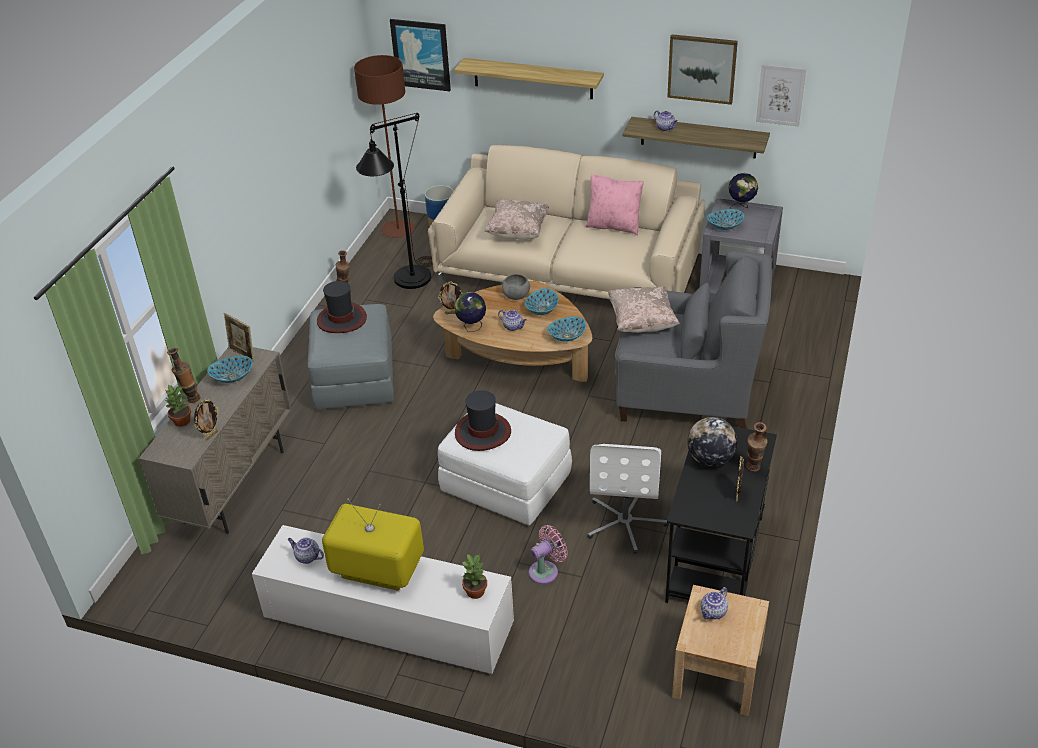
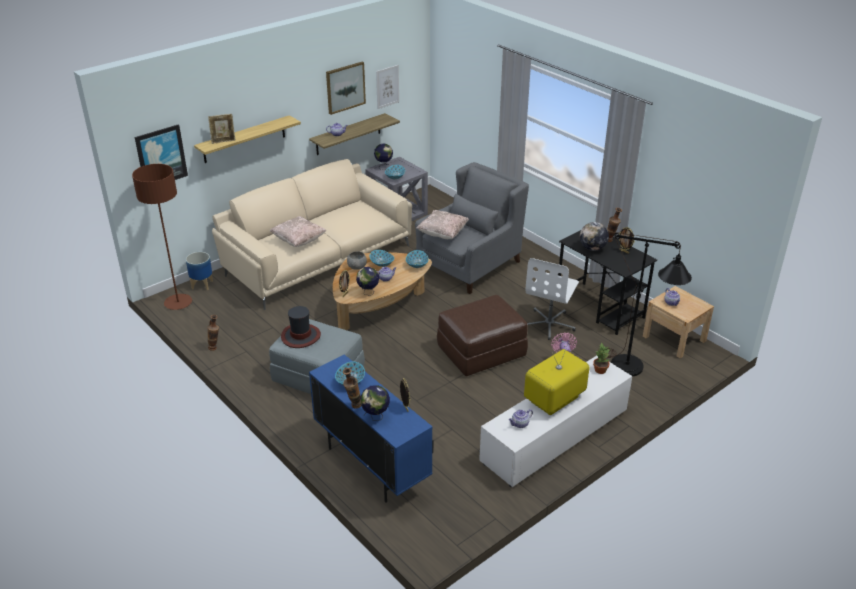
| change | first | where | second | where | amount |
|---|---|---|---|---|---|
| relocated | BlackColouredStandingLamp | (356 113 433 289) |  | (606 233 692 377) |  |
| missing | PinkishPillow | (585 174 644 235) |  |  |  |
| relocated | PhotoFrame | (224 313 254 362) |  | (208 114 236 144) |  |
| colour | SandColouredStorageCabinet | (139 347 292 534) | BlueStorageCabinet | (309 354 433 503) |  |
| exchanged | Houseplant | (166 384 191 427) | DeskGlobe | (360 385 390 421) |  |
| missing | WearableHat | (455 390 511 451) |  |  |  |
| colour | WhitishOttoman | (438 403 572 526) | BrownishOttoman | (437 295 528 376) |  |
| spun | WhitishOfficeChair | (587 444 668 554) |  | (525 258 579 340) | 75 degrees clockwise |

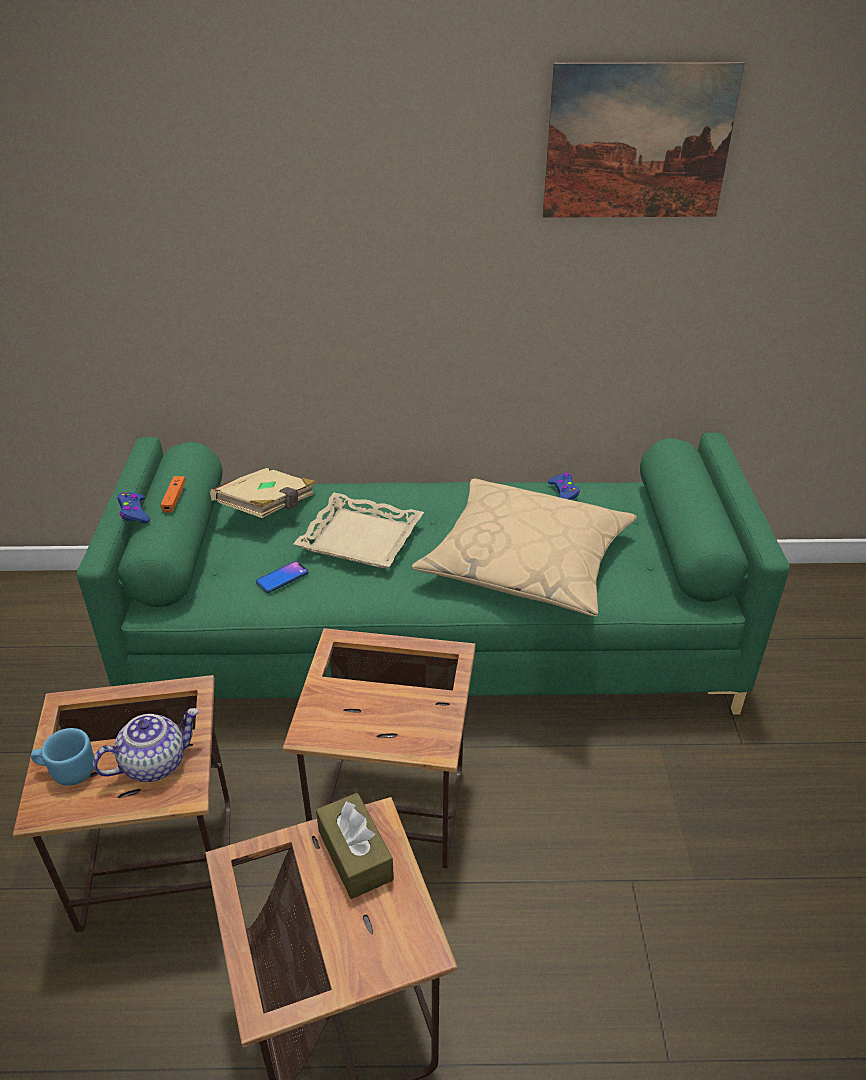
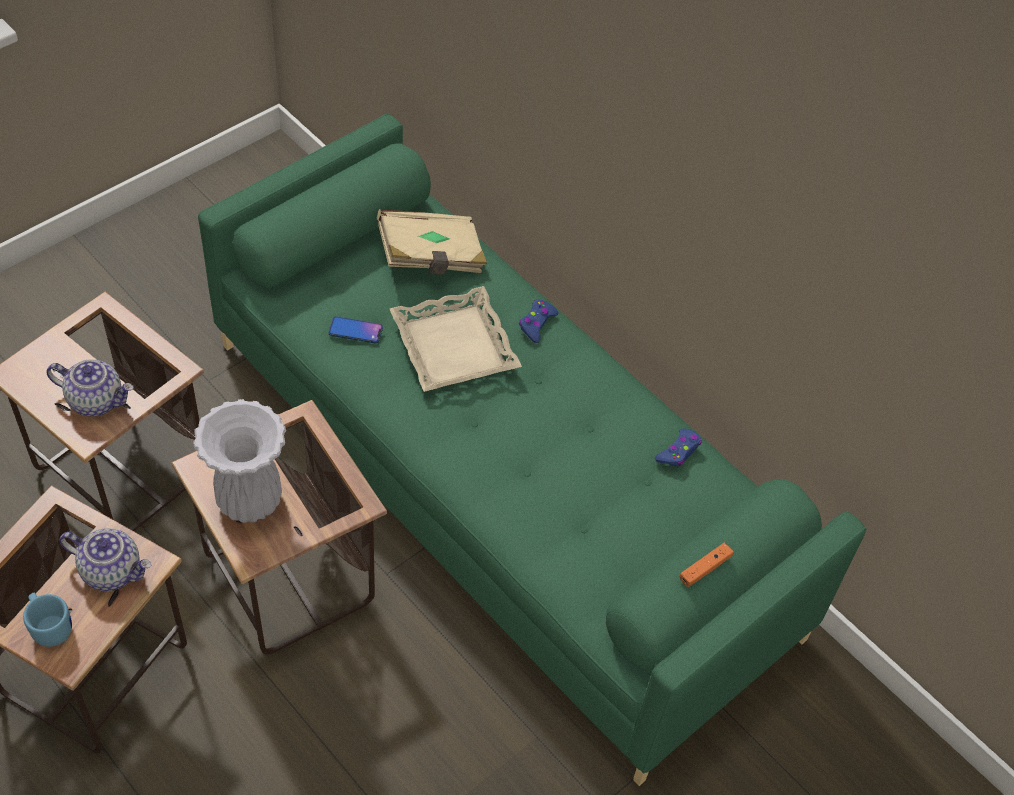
| change | first | where | second | where | amount |
|---|---|---|---|---|---|
| missing | WallPicture | (542 62 745 218) |  |  |  |
| relocated | OrangeyGameController | (160 476 186 513) |  | (680 543 734 587) |  |
| missing | SandColouredPillow | (412 479 637 616) |  |  |  |
| relocated | BlueGameController | (117 492 150 523) |  | (519 299 559 343) |  |
| relocated | BlueTeaMug | (31 728 94 786) |  | (23 592 72 647) |  |
| exchanged | BrownishTissueHolder | (316 793 394 899) | TeaPot | (60 528 151 591) |  |
| appeared |  |  | WhitishDecorativeVase | (193 399 286 523) |  |

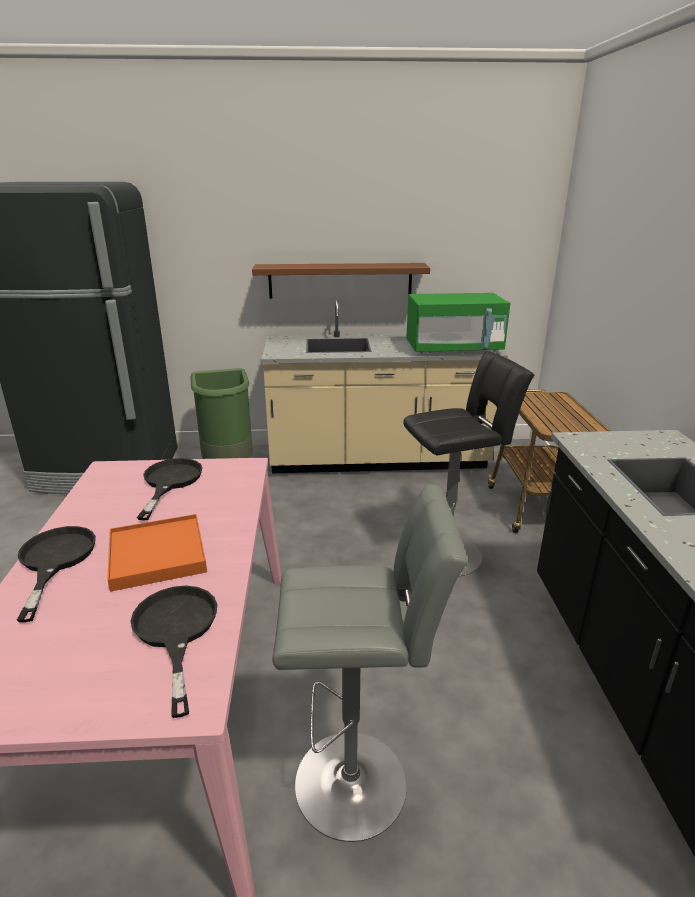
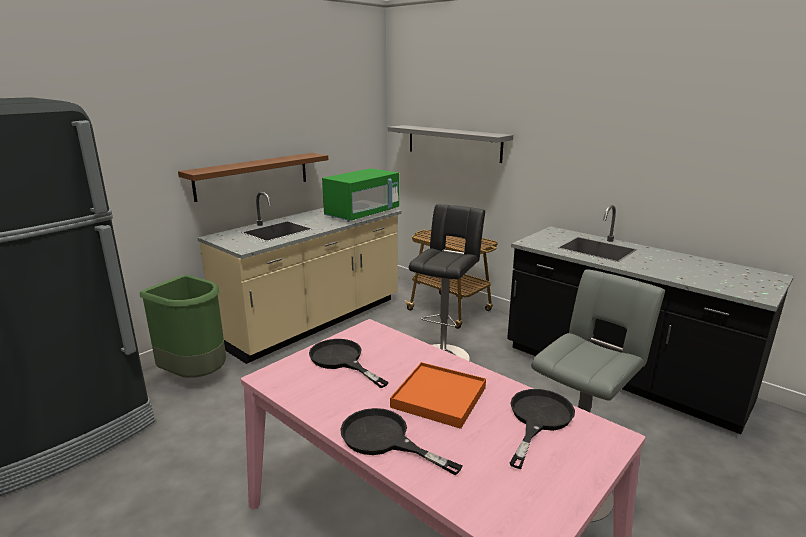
| change | first | where | second | where | amount |
|---|---|---|---|---|---|
| spun | BlackColouredFryingPan | (130 586 217 718) |  | (510 389 575 469) | 90 degrees clockwise |
| appeared |  |  | GrayWallShelf | (388 125 513 163) |  |

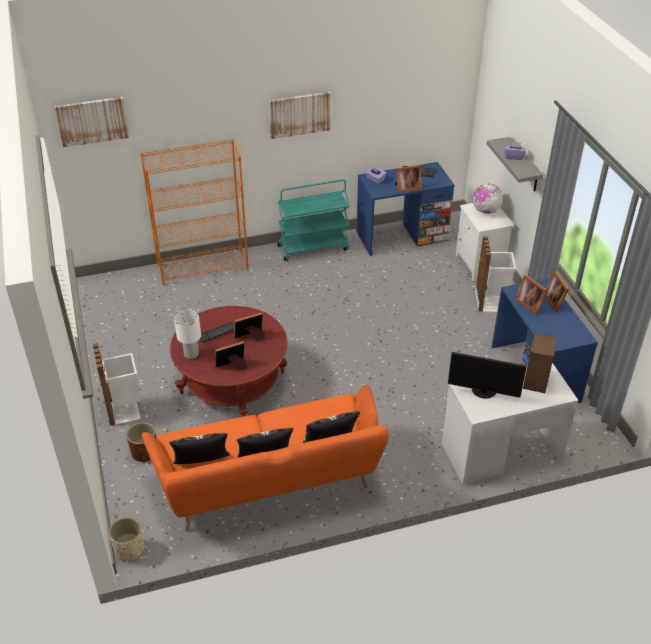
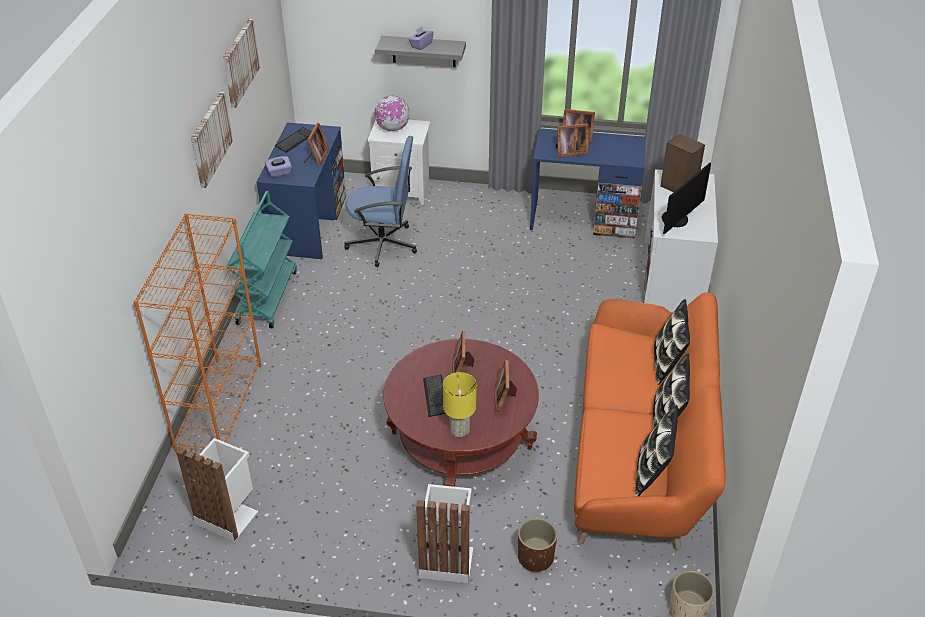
| change | first | where | second | where | amount |
|---|---|---|---|---|---|
| relocated | WallPicture | (54 97 129 147) |  | (223 19 260 108) |  |
| relocated | WhitishTrashCan | (475 236 516 312) |  | (176 438 258 541) |  |
| colour | WhitishLampForATable | (174 310 201 359) | YellowColouredLampForATable | (443 372 477 437) |  |
| appeared |  |  | BlueOfficeChair | (344 136 417 267) |  |

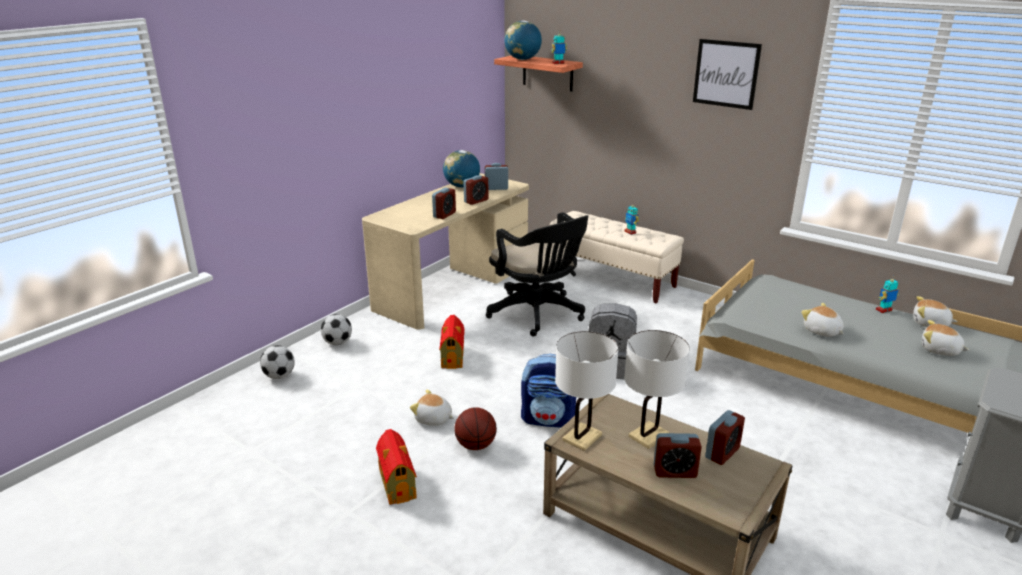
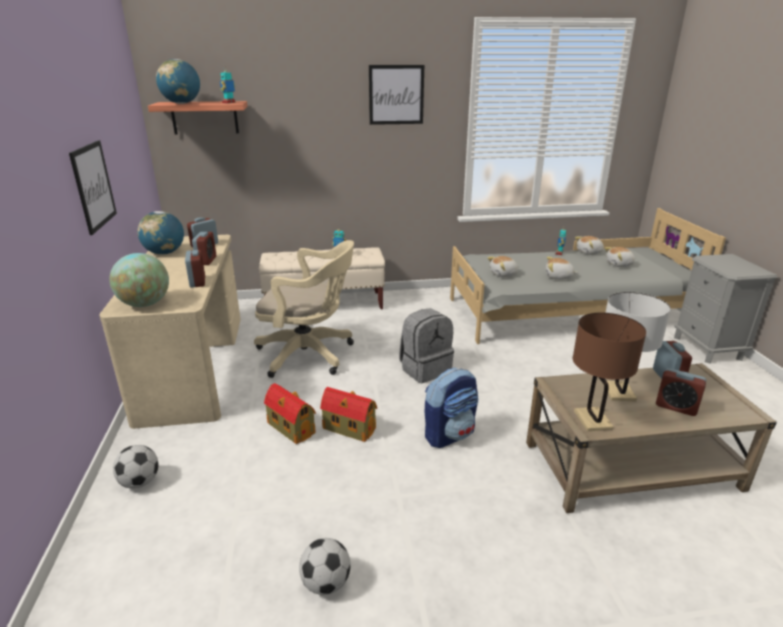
| change | first | where | second | where | amount |
|---|---|---|---|---|---|
| colour | BlackColouredOfficeChair | (486 212 589 337) | SandColouredOfficeChair | (254 240 354 378) |  |
| colour | WhitishLampForATable | (555 331 619 451) | BrownishLampForATable | (573 313 646 431) |  |
| relocated | Football | (260 345 295 379) |  | (299 538 351 595) |  |
| relocated | SoftToy | (410 389 454 426) |  | (488 256 519 277) |  |
| missing | BallForBasketball | (454 407 497 450) |  |  |  |
| relocated | ToyHouse | (376 429 417 505) |  | (320 387 377 442) |  |
| spun | AlarmClock | (654 433 702 478) |  | (656 368 706 416) | 75 degrees clockwise |
| appeared |  |  | WallPicture | (69 140 117 235) |  |
| appeared |  |  | DeskGlobe | (109 253 169 307) |  |

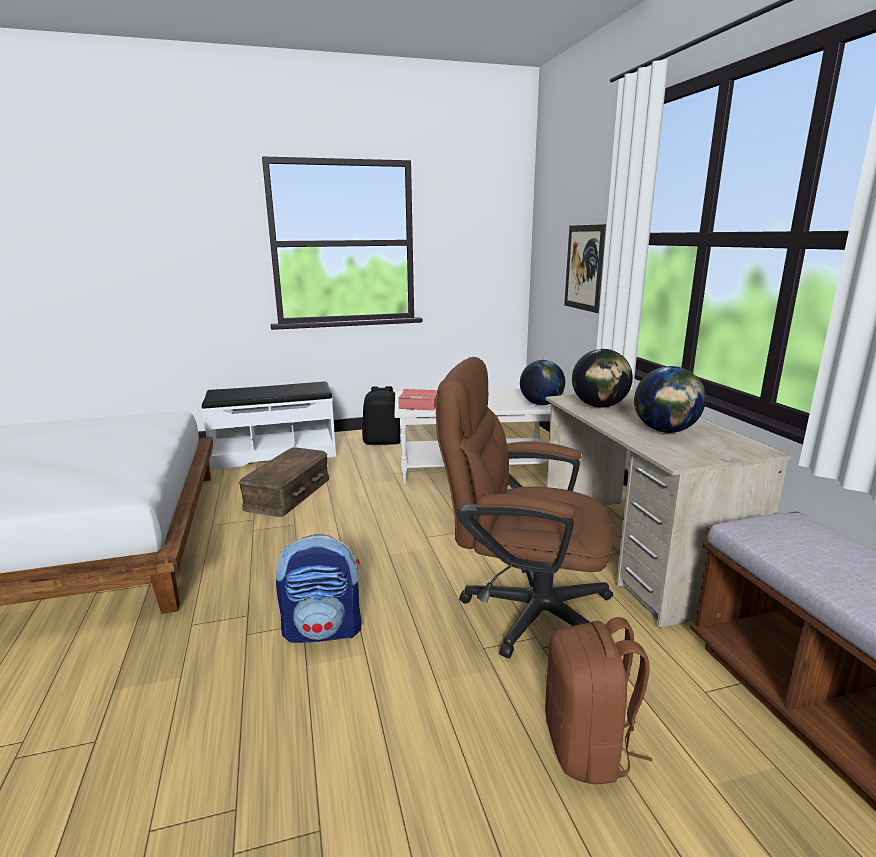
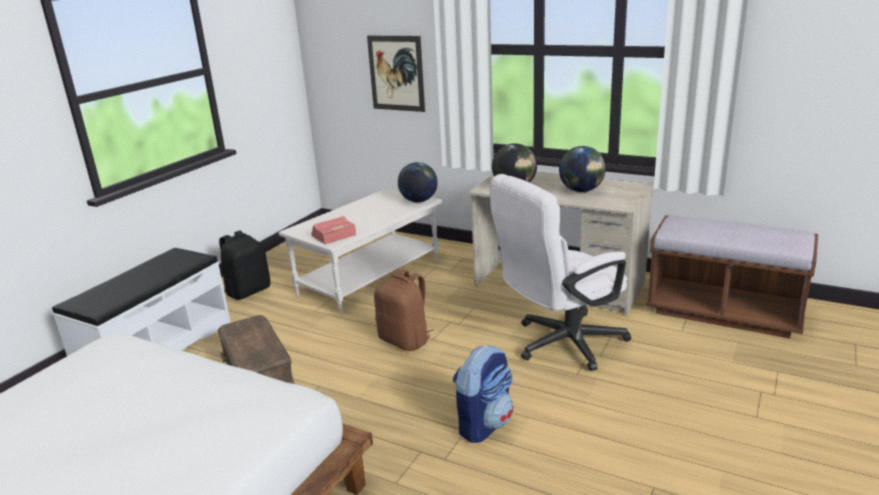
| change | first | where | second | where | amount |
|---|---|---|---|---|---|
| colour | BrownishOfficeChair | (436 357 613 658) | WhitishOfficeChair | (490 174 631 371) |  |
| relocated | BrownishKnapsack | (545 617 652 784) |  | (374 269 434 351) |  |

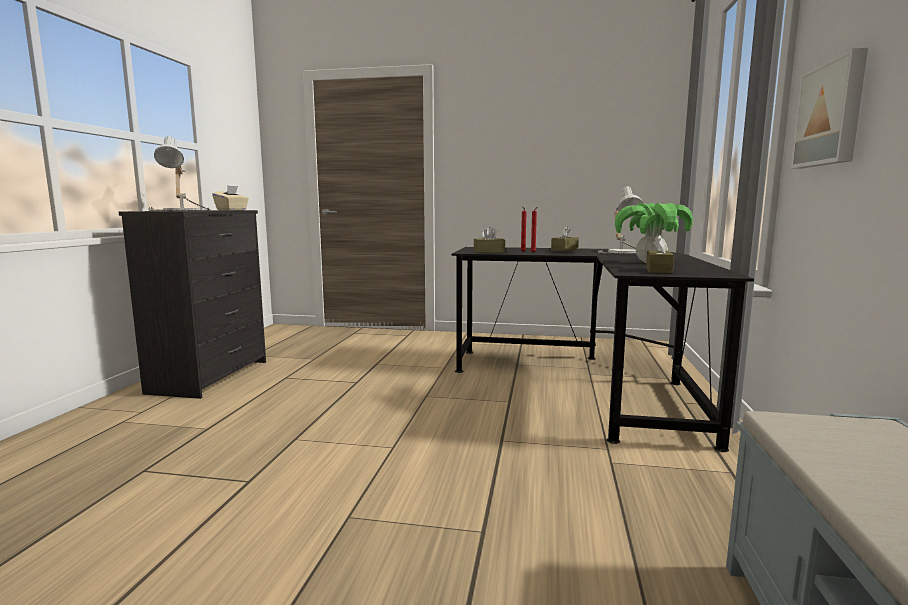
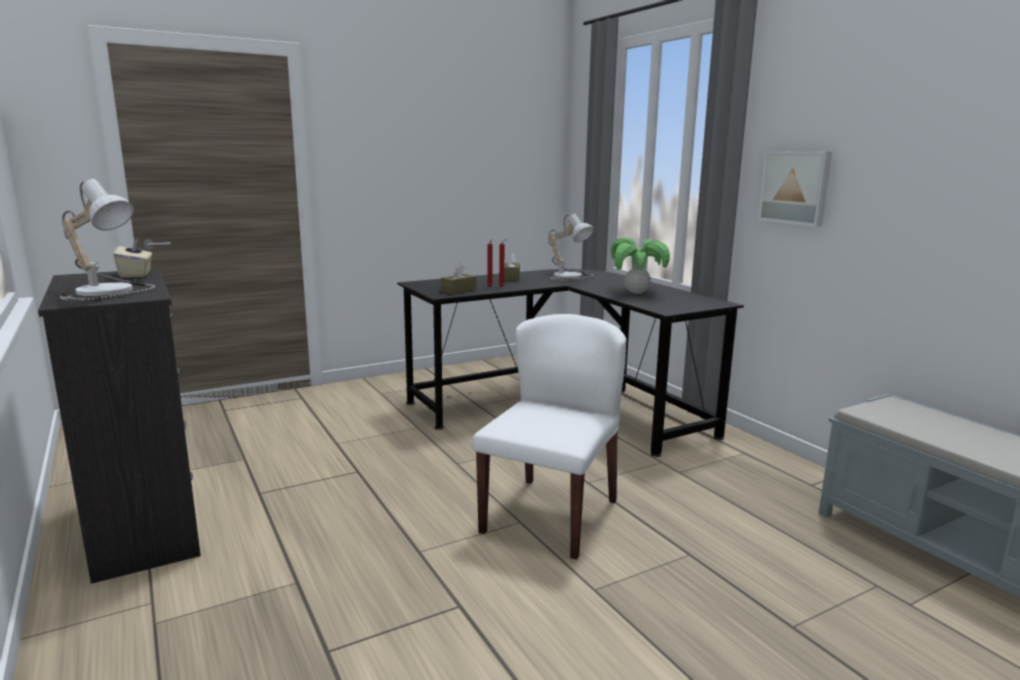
| change | first | where | second | where | amount |
|---|---|---|---|---|---|
| missing | BrownishTissueHolder | (646 235 674 273) |  |  |  |
| appeared |  |  | WhitishPlainChair | (472 314 626 560) |  |

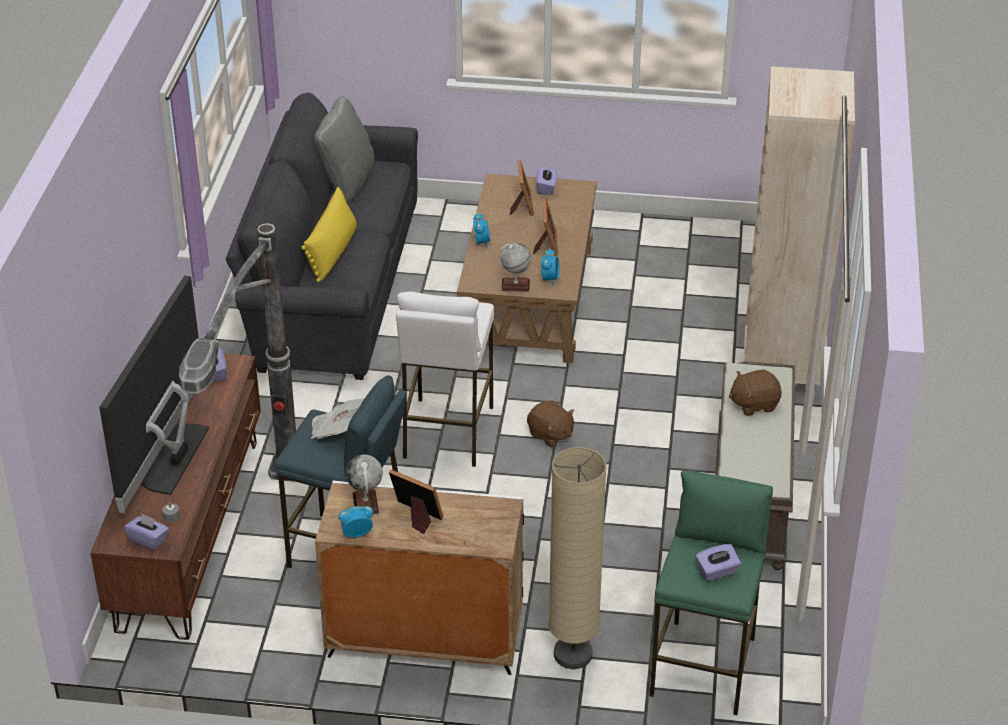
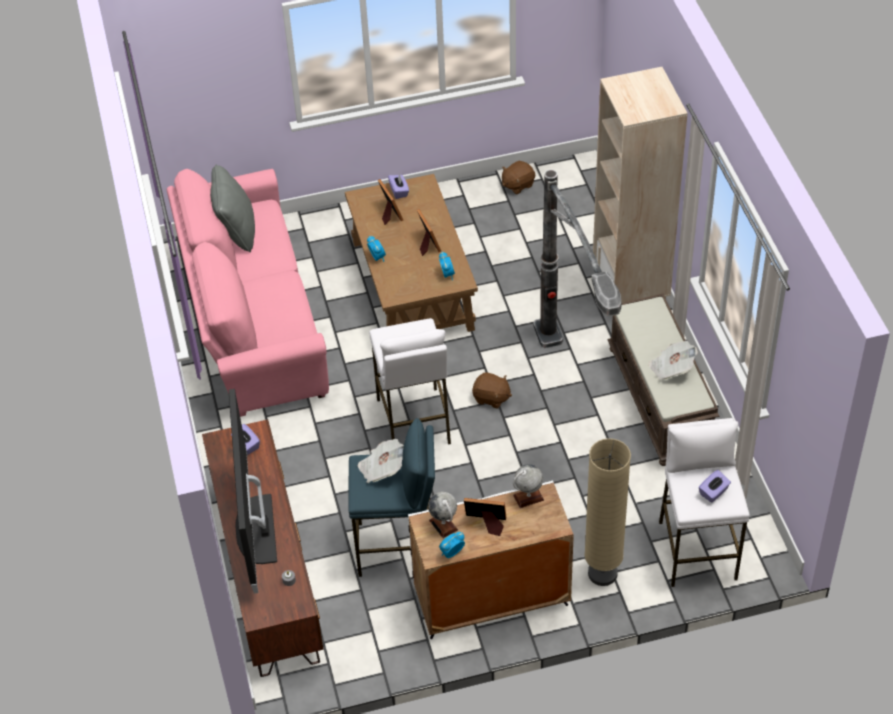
| change | first | where | second | where | amount |
|---|---|---|---|---|---|
| colour | GraySettee | (226 92 418 380) | PinkishSettee | (167 169 329 417) |  |
| missing | YellowColouredPillow | (301 187 357 282) |  |  |  |
| relocated | StandingLamp | (179 224 296 482) |  | (533 169 622 348) |  |
| relocated | DeskGlobe | (498 243 531 291) |  | (513 464 544 508) |  |
| relocated | BrownishSoftToy | (729 369 782 416) |  | (502 161 535 194) |  |
| colour | GreenColouredStoolSeat | (650 470 773 715) | WhitishStoolSeat | (659 418 750 587) |  |
| missing | PurpleColouredTissueHolder | (124 513 169 550) |  |  |  |
| appeared |  |  | DailyPaper | (649 341 698 381) |  |

